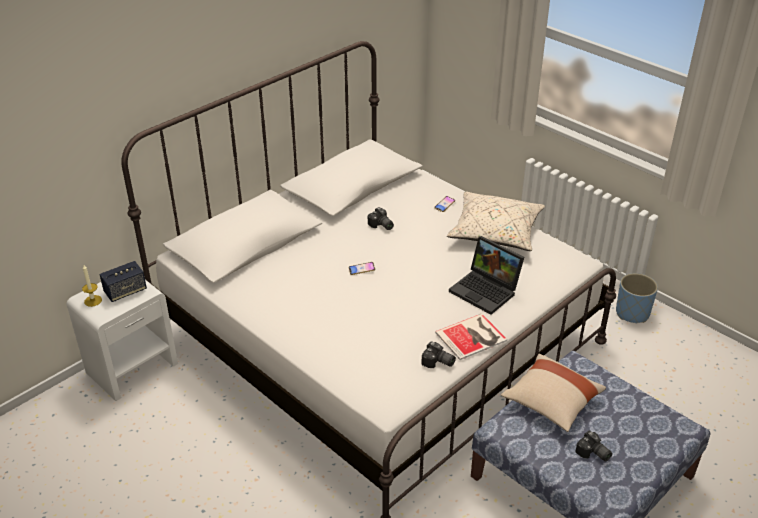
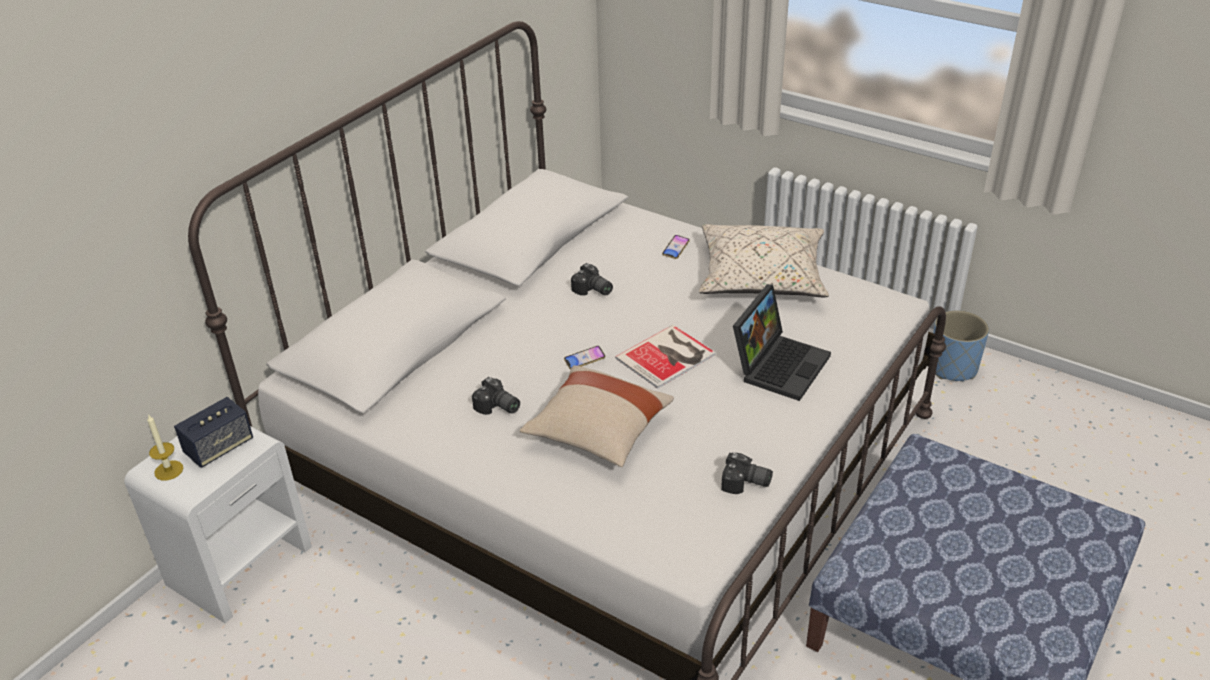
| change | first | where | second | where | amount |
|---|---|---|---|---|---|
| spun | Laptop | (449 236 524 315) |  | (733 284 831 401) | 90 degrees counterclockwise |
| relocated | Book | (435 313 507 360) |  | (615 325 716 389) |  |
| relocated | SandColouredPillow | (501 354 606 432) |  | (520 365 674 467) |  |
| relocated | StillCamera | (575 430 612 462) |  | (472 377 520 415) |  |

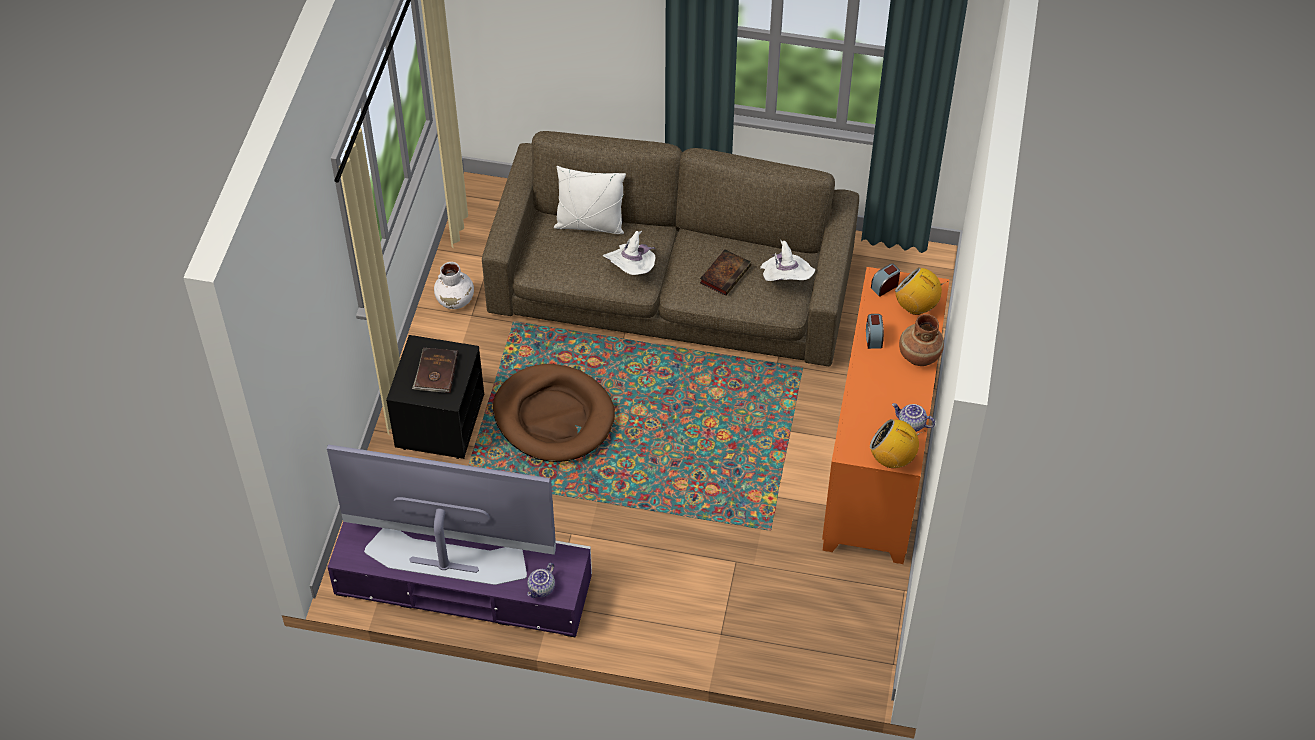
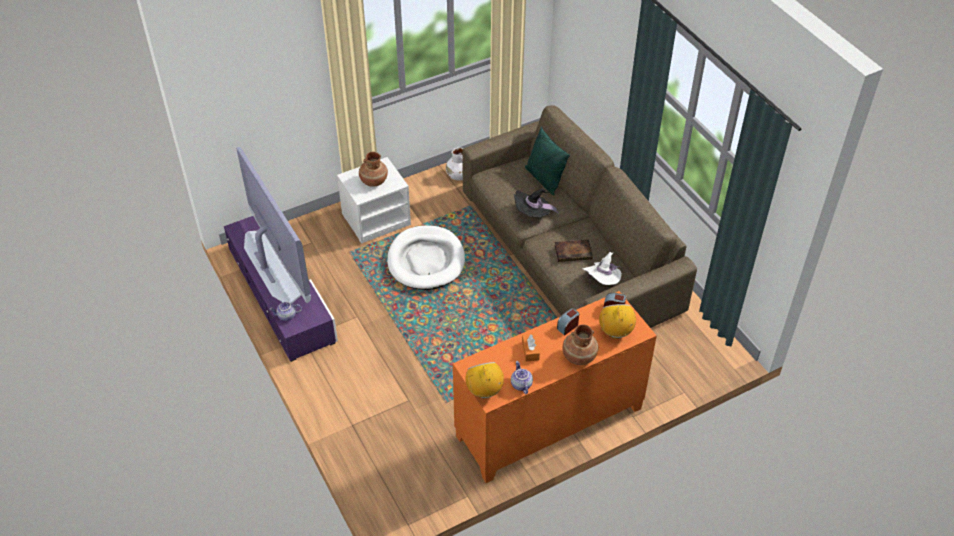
| change | first | where | second | where | amount |
|---|---|---|---|---|---|
| colour | WhitishPillow | (554 166 626 234) | GreenColouredPillow | (525 127 570 195) |  |
| colour | WhitishWearableHat | (603 230 655 275) | BlackColouredWearableHat | (514 188 559 217) |  |
| colour | BlackColouredNightstand | (386 335 484 459) | WhitishNightstand | (337 157 411 243) |  |
| exchanged | BrownishBook | (412 348 459 393) | BrownishDecorativeVase | (359 152 388 187) |  |
| colour | BrownishDogCushion | (493 364 615 462) | WhitishDogCushion | (387 226 465 290) |  |
| appeared |  |  | OrangeyTissueHolder | (522 333 540 362) |  |

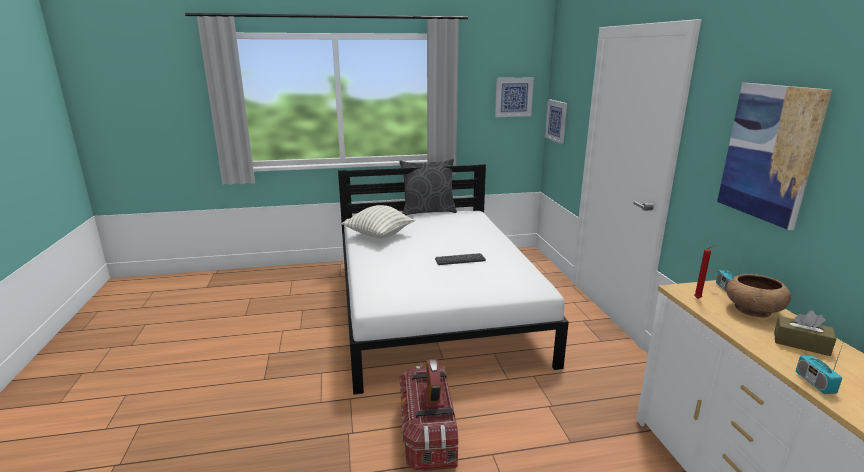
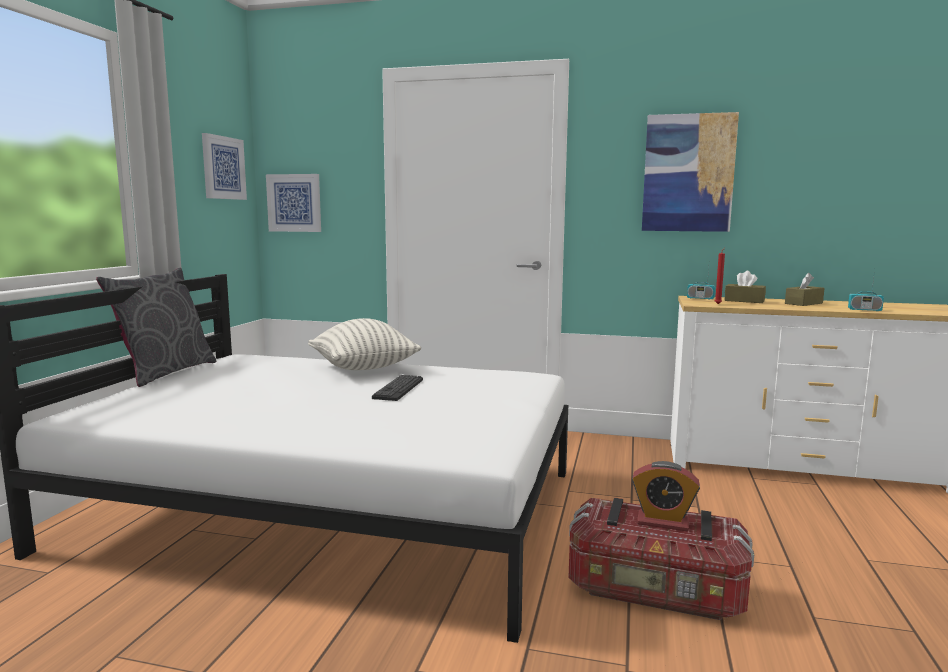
| change | first | where | second | where | amount |
|---|---|---|---|---|---|
| relocated | Pillow | (342 205 415 238) |  | (308 318 422 370) |  |
| exchanged | BrownishBowl | (726 274 791 318) | BrownishTissueHolder | (724 271 766 303) |  |

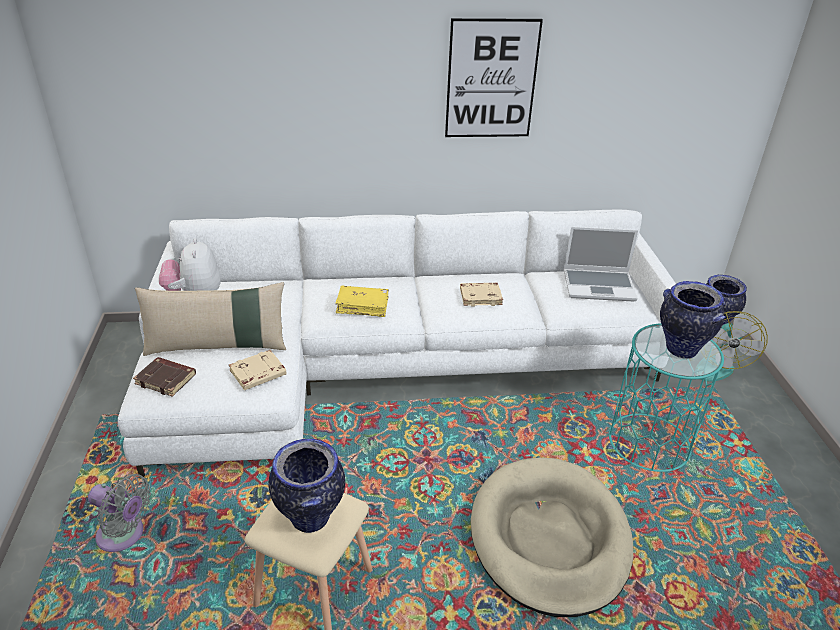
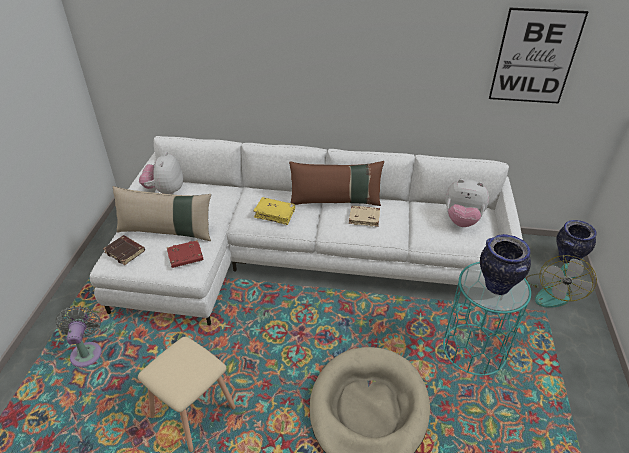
| change | first | where | second | where | amount |
|---|---|---|---|---|---|
| relocated | WallPicture | (445 18 543 137) |  | (489 8 588 104) |  |
| exchanged | Laptop | (564 227 638 302) | SoftToy | (445 179 489 227) |  |
| colour | SandColouredBook | (229 350 287 390) | RedBook | (167 240 204 268) |  |
| missing | DecorativeVase | (268 439 345 533) |  |  |  |
| spun | GrayFan | (88 474 151 552) |  | (56 306 102 367) | 135 degrees counterclockwise |
| appeared |  |  | BrownishPillow | (289 161 384 206) |  |

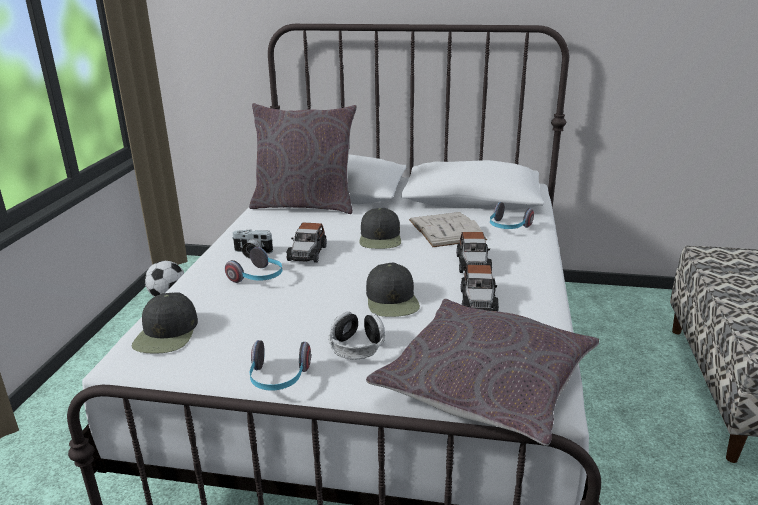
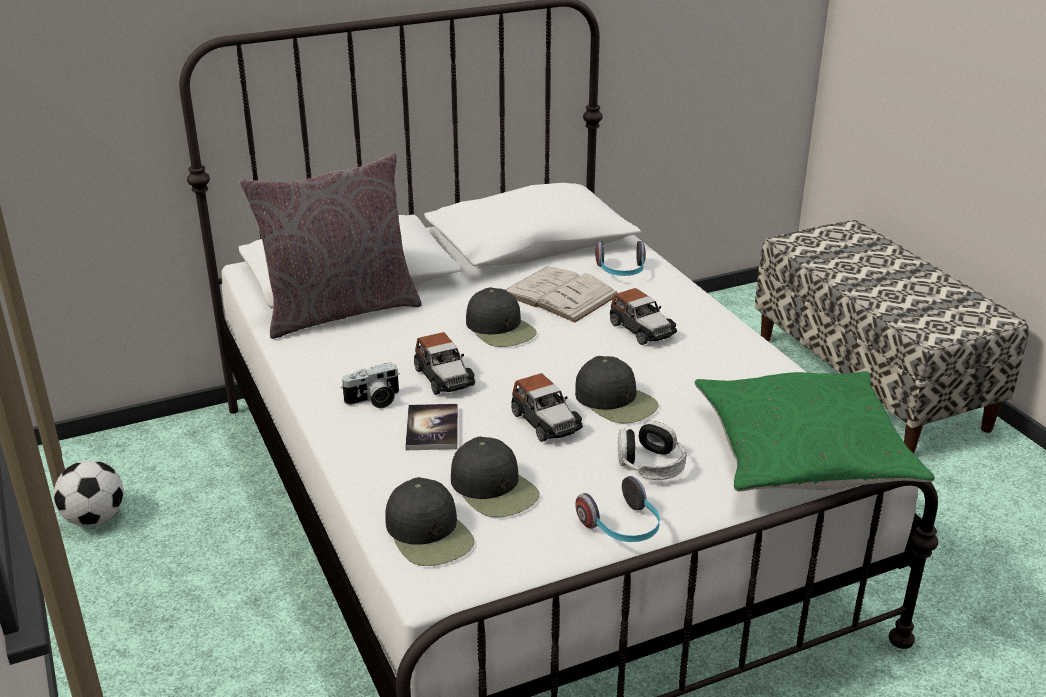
| change | first | where | second | where | amount |
|---|---|---|---|---|---|
| exchanged | PairOfHeadphones | (225 247 282 283) | Book | (406 404 458 450) |  |
| relocated | MiniatureCar | (460 265 499 311) |  | (511 373 583 442) |  |
| colour | GrayPillow | (366 299 599 446) | GreenColouredPillow | (695 371 935 491) |  |
| appeared |  |  | BlackColouredBaseballCap | (451 436 540 518) |  |

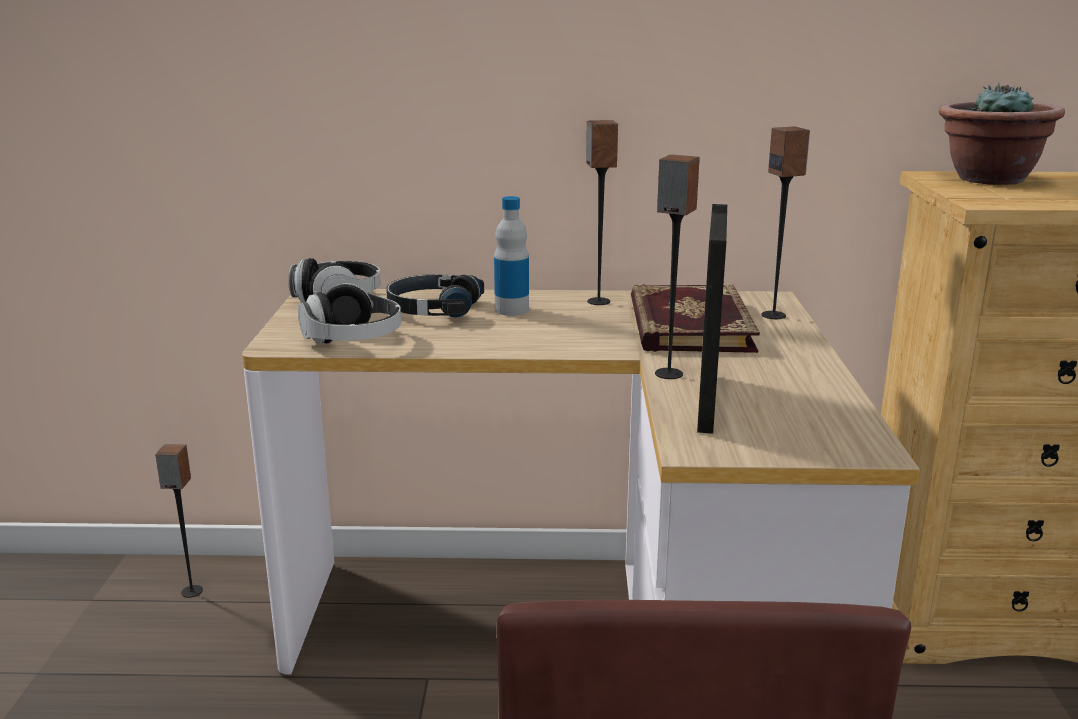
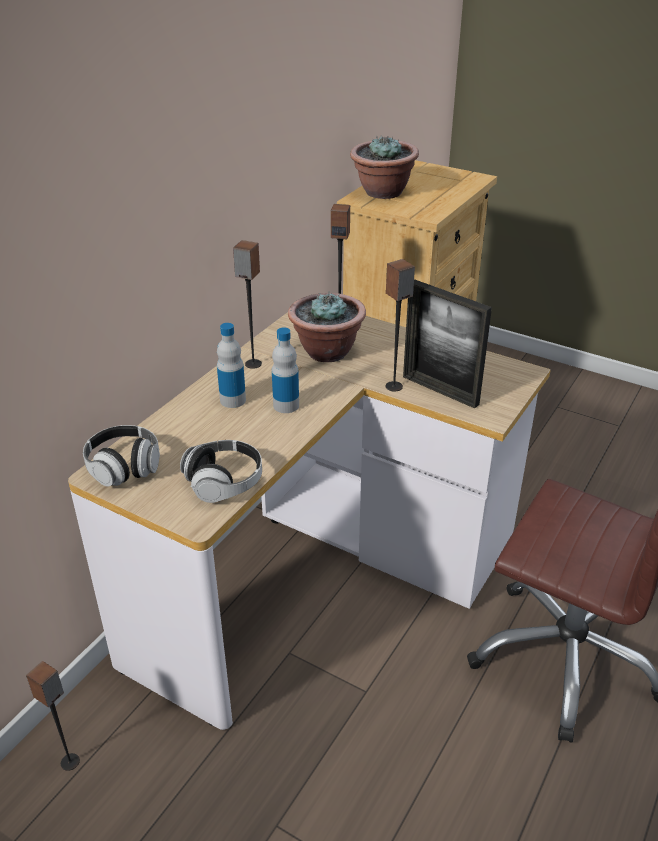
| change | first | where | second | where | amount |
|---|---|---|---|---|---|
| missing | BlackColouredPairOfHeadphones | (386 274 484 317) |  |  |  |
| exchanged | Book | (631 284 760 353) | Houseplant | (288 291 366 362) |  |
| appeared |  |  | Bottle | (272 328 299 413) |  |

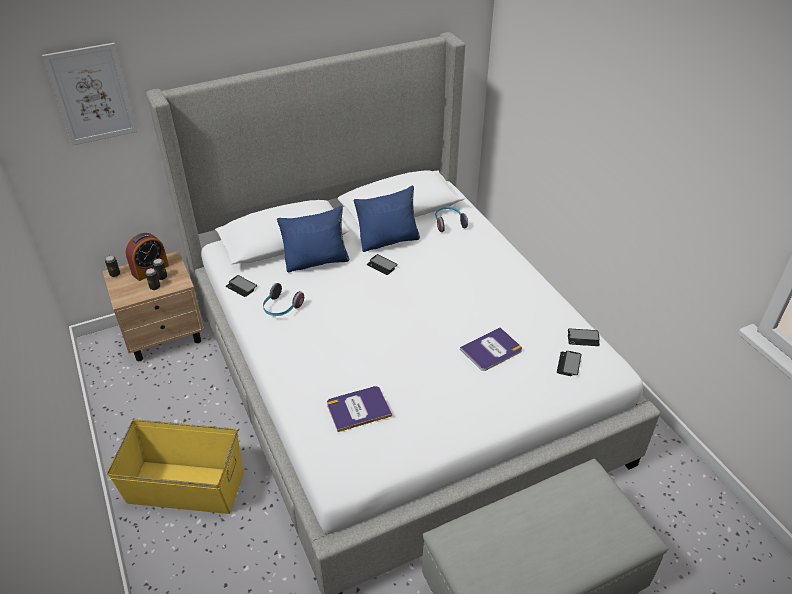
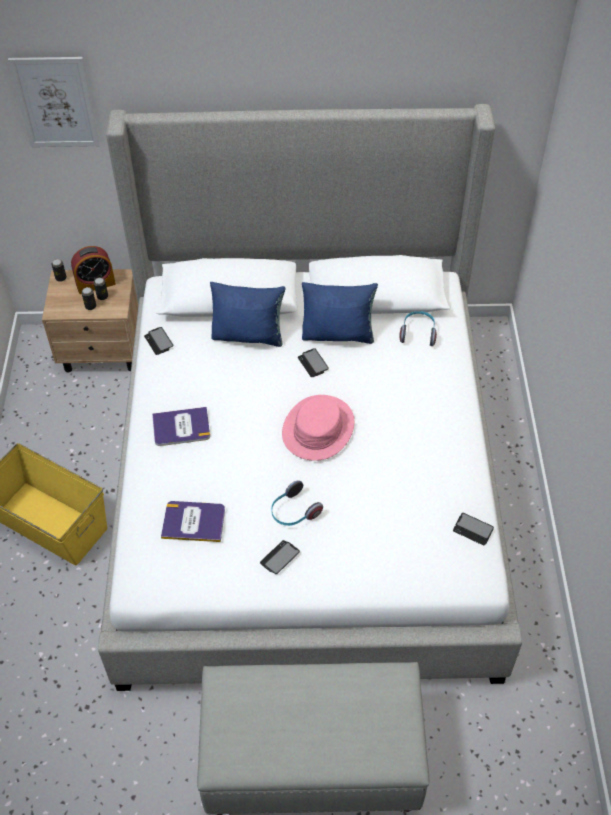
| change | first | where | second | where | amount |
|---|---|---|---|---|---|
| relocated | PairOfHeadphones | (263 283 304 316) |  | (271 480 323 526) |  |
| relocated | Book | (460 327 522 371) |  | (152 407 210 446) |  |
| relocated | Telephone | (557 351 582 376) |  | (260 540 300 574) |  |
| appeared |  |  | PinkishWearableHat | (282 395 354 461) |  |

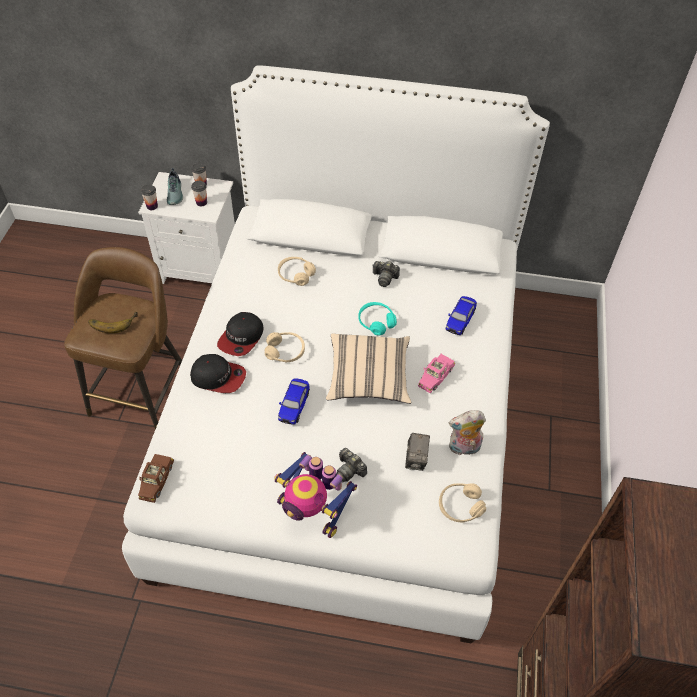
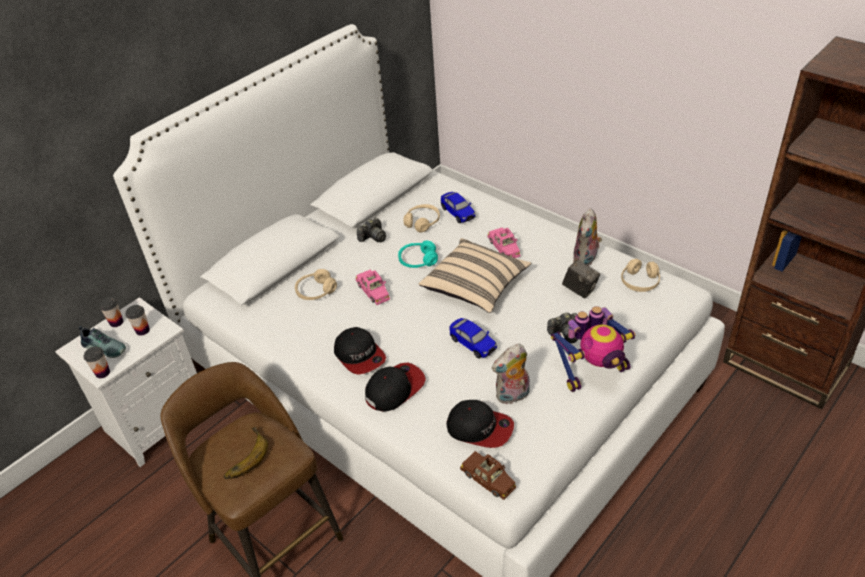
| change | first | where | second | where | amount |
|---|---|---|---|---|---|
| relocated | SandColouredPairOfHeadphones | (264 332 305 362) |  | (404 204 440 232) |  |
| appeared |  |  | PinkishMiniatureCar | (355 270 390 305) |  |
| appeared |  |  | SoftToy | (492 343 530 404) |  |
| appeared |  |  | BaseballCap | (446 400 514 448) |  |

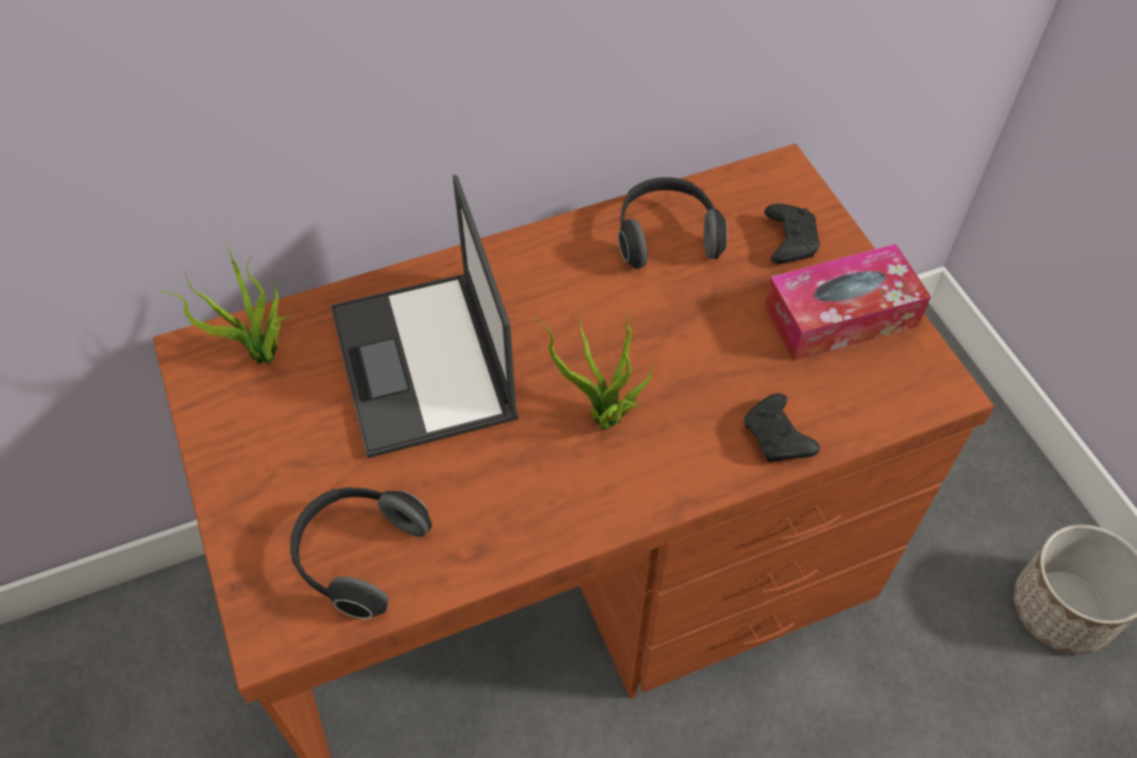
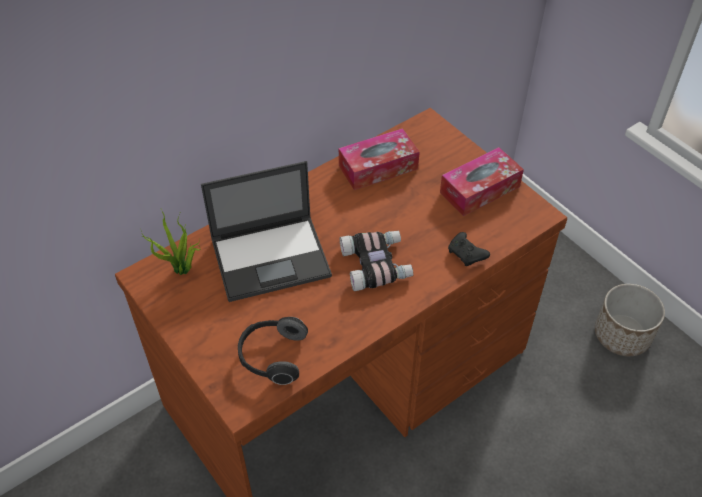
| change | first | where | second | where | amount |
|---|---|---|---|---|---|
| spun | Laptop | (330 175 518 458) |  | (201 161 332 302) | 75 degrees counterclockwise |
| exchanged | PairOfHeadphones | (618 177 727 269) | TissueHolder | (339 128 420 190) |  |
| missing | BlackColouredGameController | (764 204 820 264) |  |  |  |
| exchanged | Houseplant | (533 308 655 429) | Binoculars | (340 231 413 291) |  |

